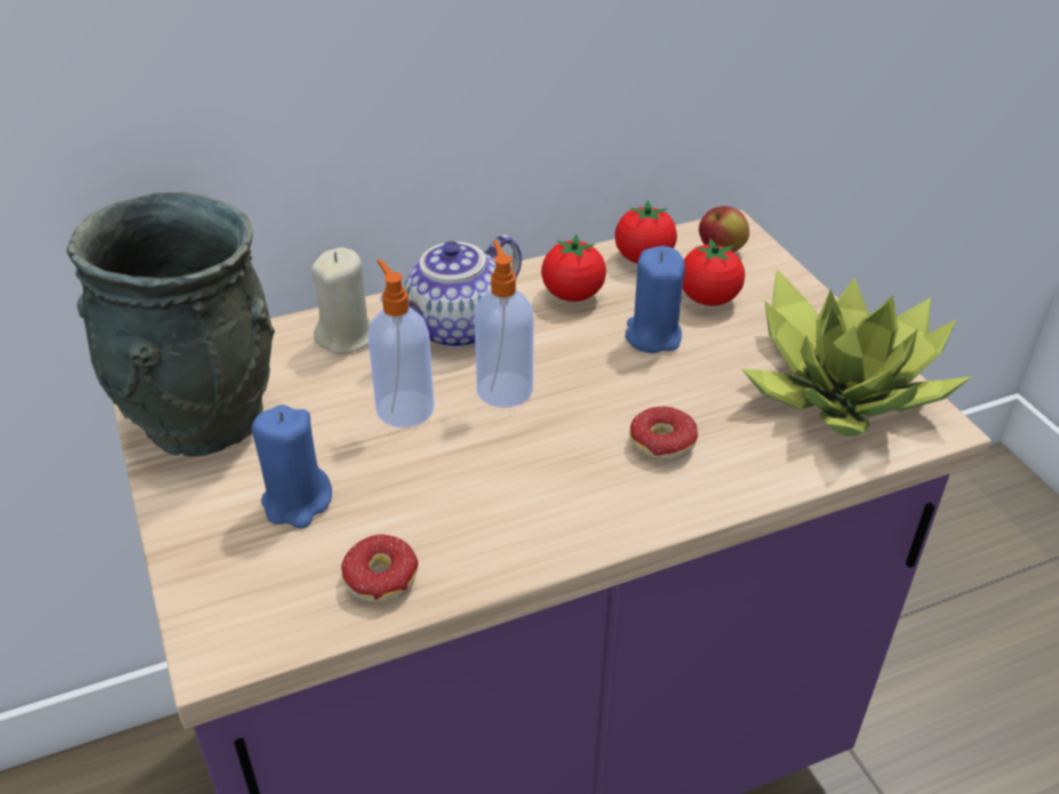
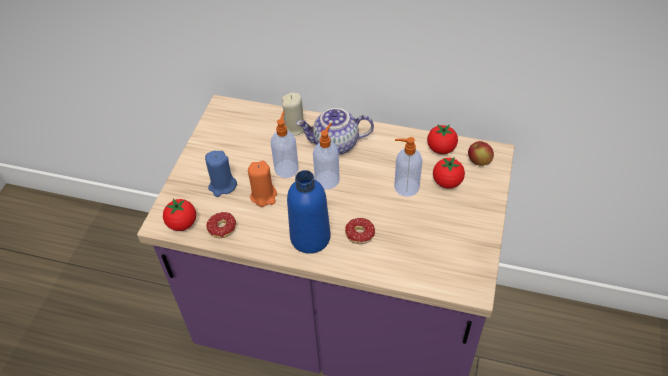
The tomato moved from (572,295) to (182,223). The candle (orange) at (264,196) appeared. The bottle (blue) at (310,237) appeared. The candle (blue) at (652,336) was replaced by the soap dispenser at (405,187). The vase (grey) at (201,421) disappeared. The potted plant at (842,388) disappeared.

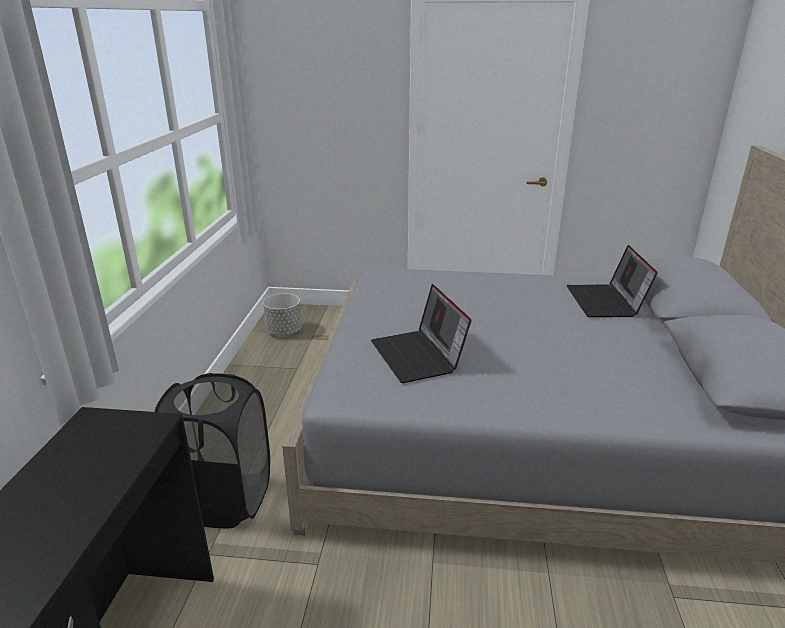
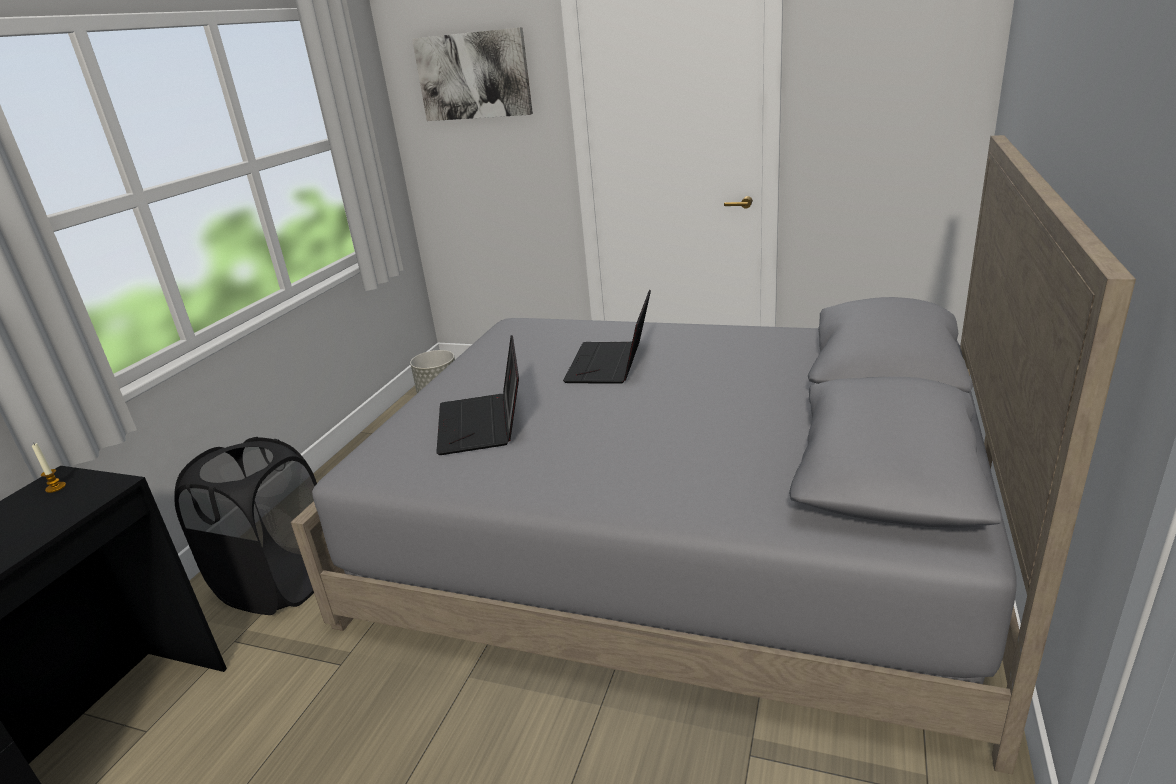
The candle at (56,487) appeared. The picture at (473,76) appeared. The laptop moved from (606,302) to (611,364).

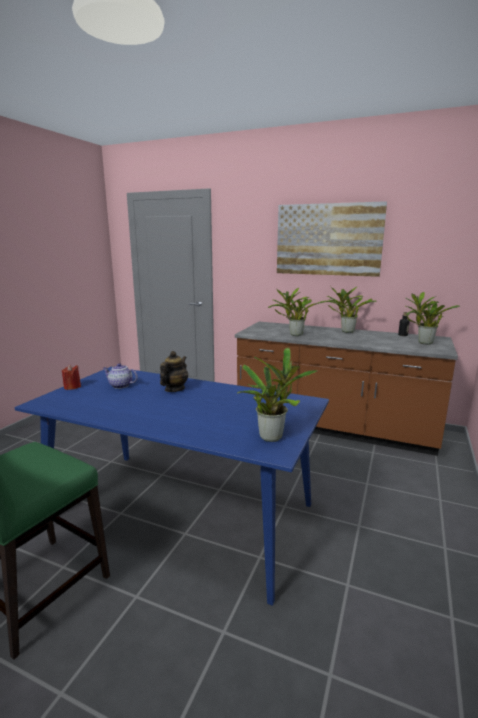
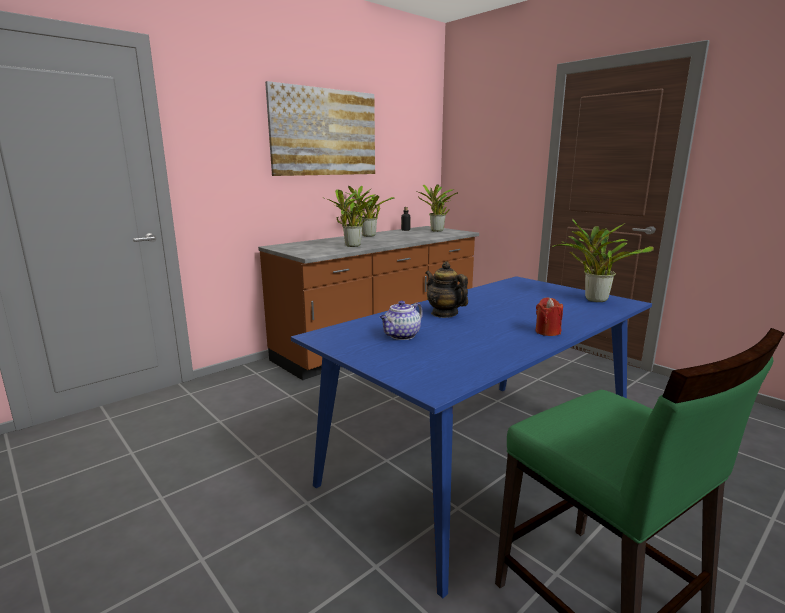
The candle (red) moved from (72,387) to (547,332).

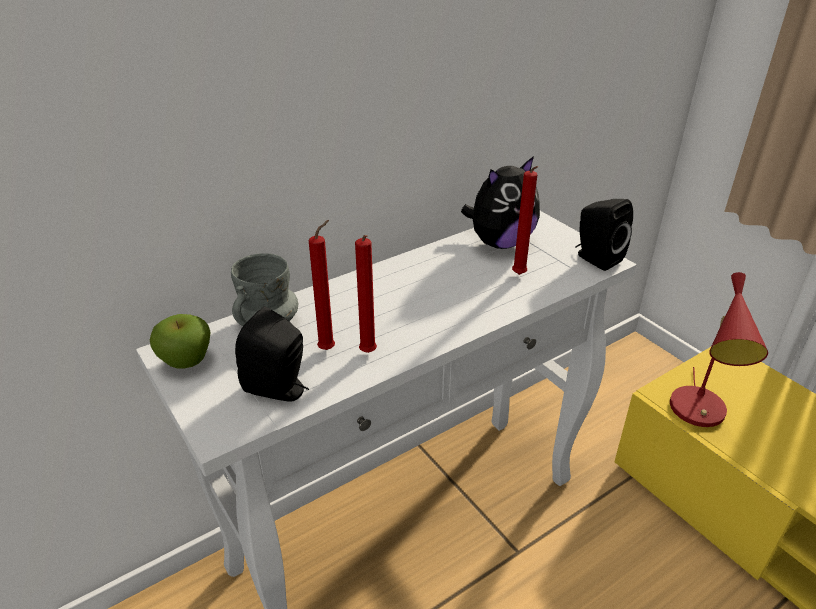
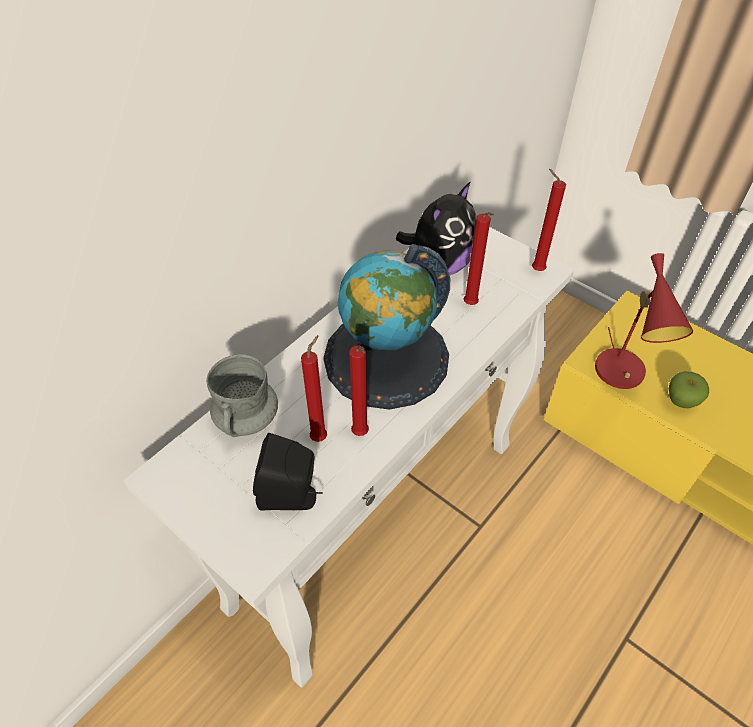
The globe at (386,358) appeared. The speaker (black) at (595,258) was replaced by the candle (red) at (535,269). The apple moved from (186,362) to (681,401).

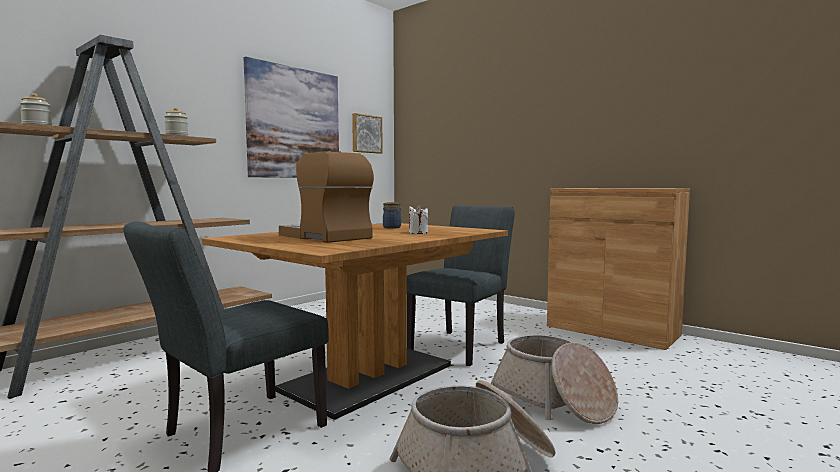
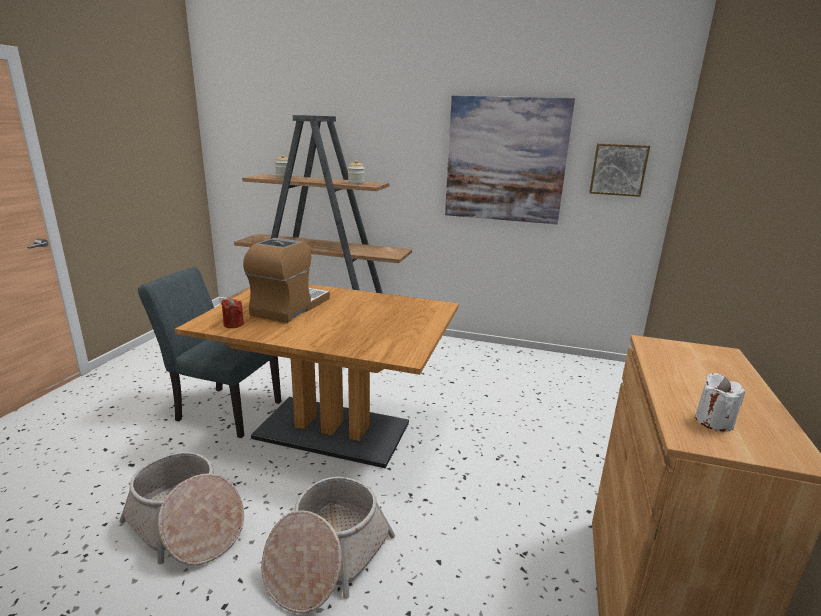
The candle (red) at (233,324) appeared. The candle (white) moved from (418,233) to (714,421). The jar at (392,227) disappeared. The chair (grey) at (462,345) disappeared.

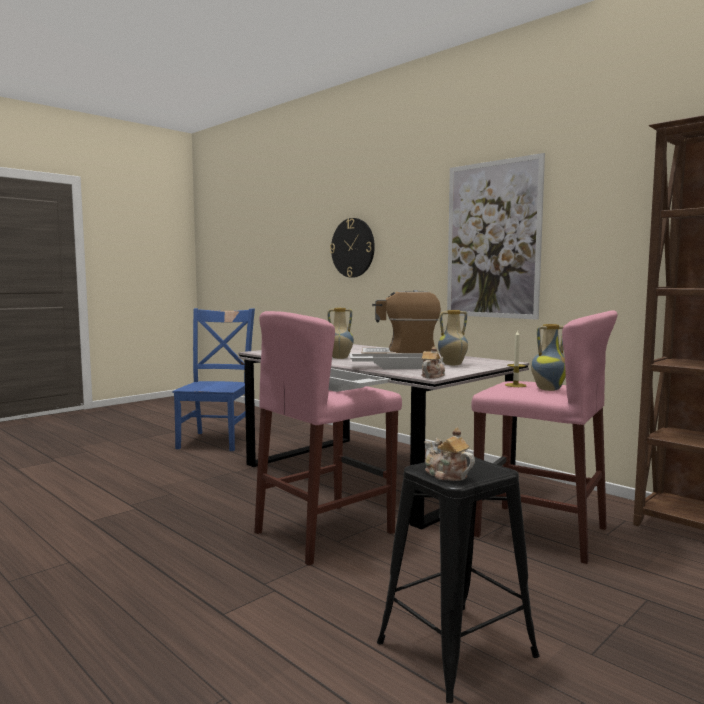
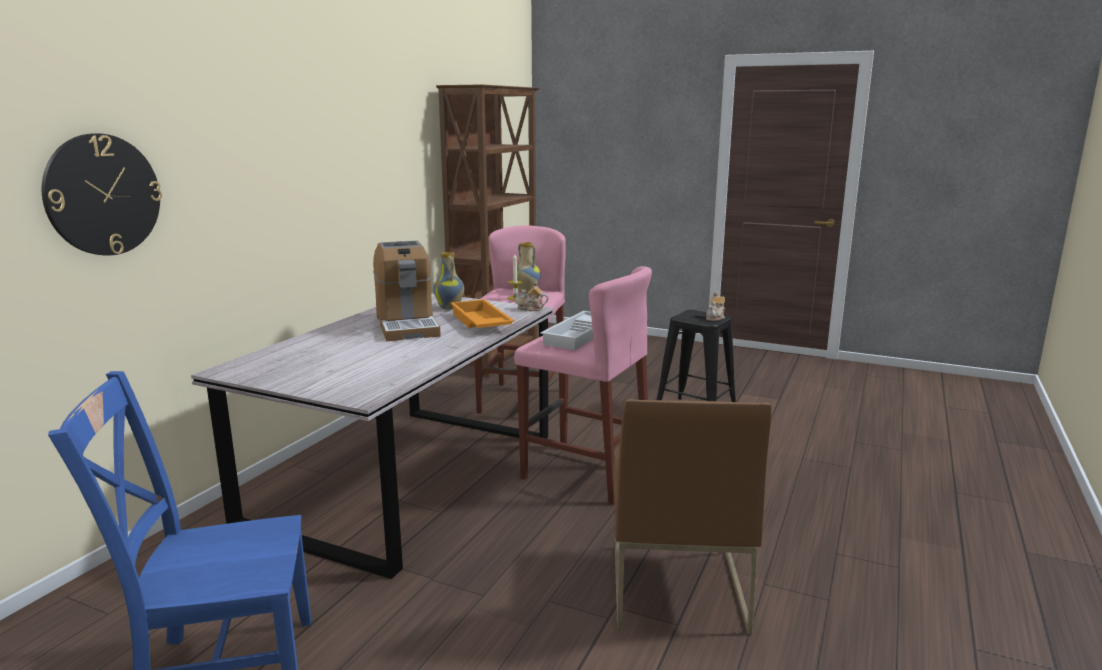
The tray (white) at (392,366) became the tray (orange) at (479,323). The chair (brown) at (675,586) appeared. The vase at (339,358) disappeared. The picture at (492,240) disappeared.

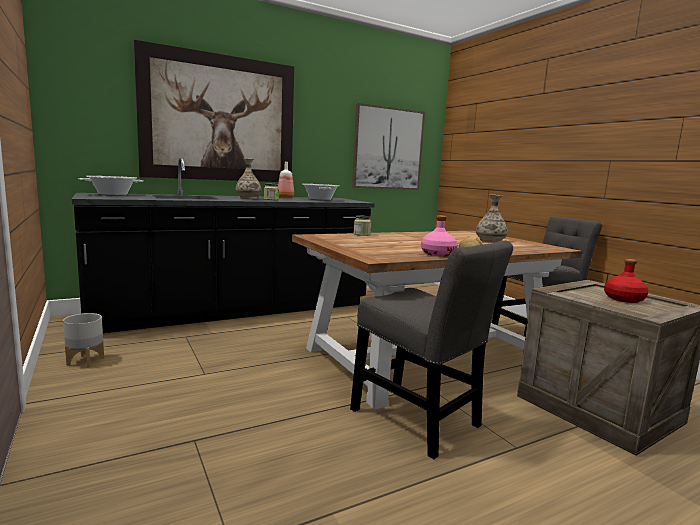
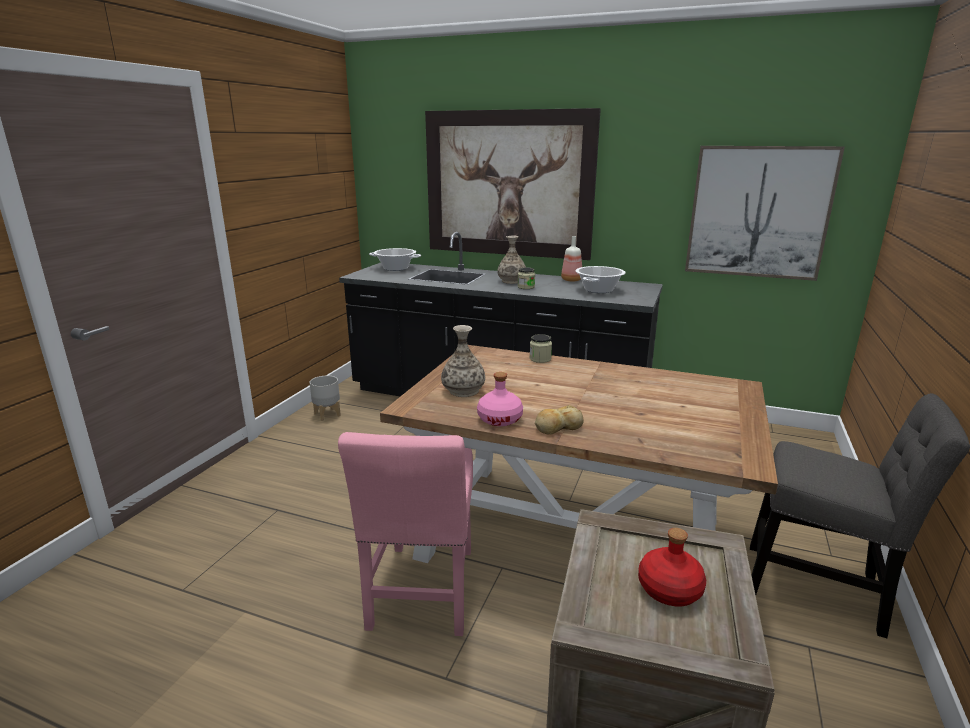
The chair (grey) at (419,421) became the chair (pink) at (422,593). The vase moved from (490,241) to (463,391).

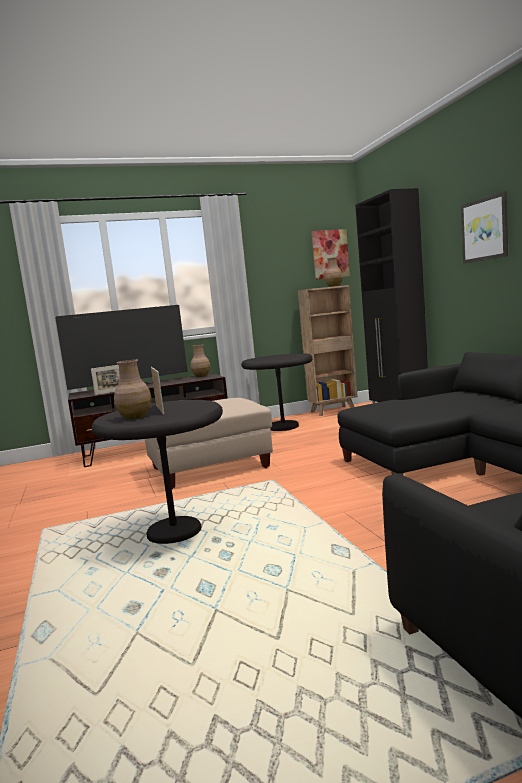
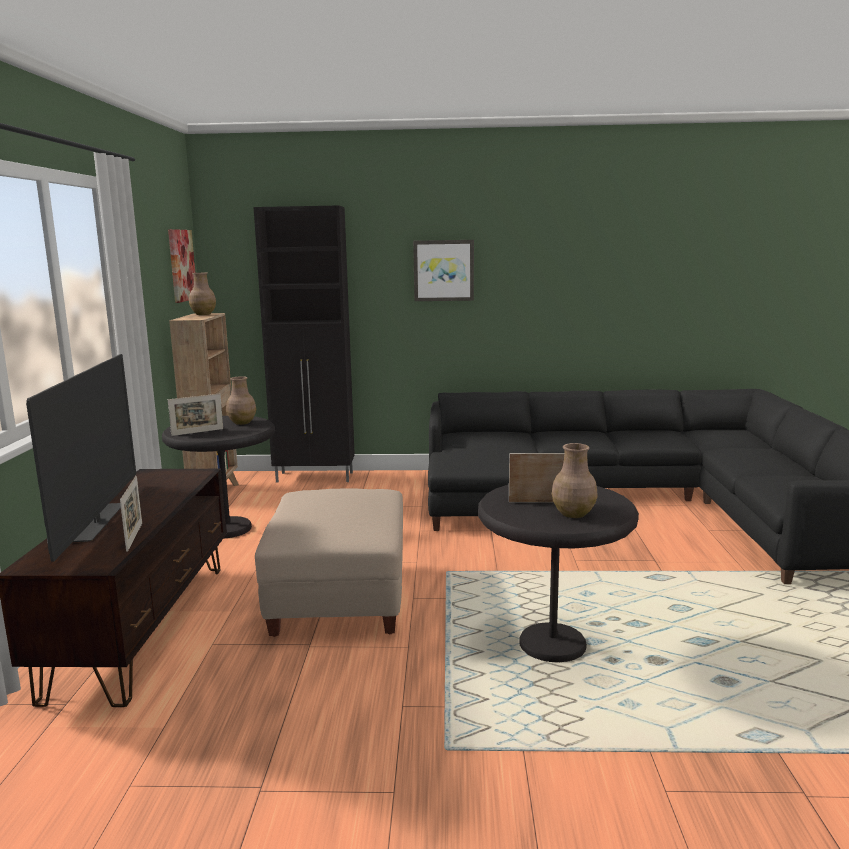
The picture frame at (197,432) appeared. The vase (brown) moved from (201,376) to (241,422).

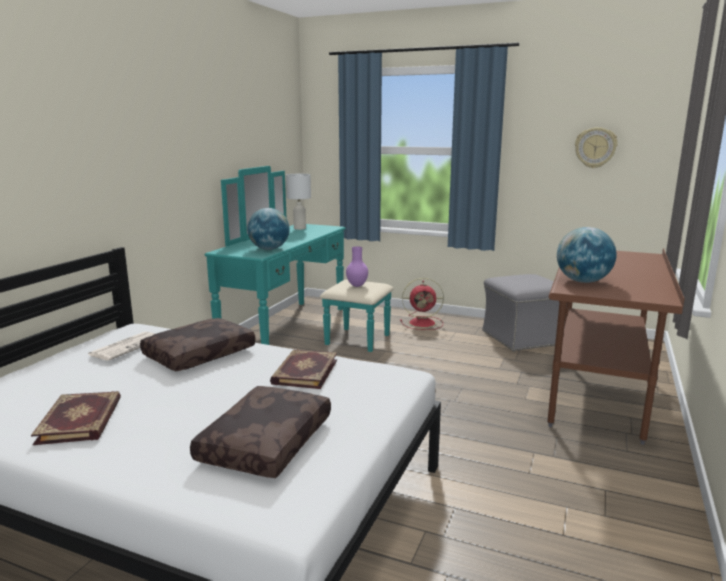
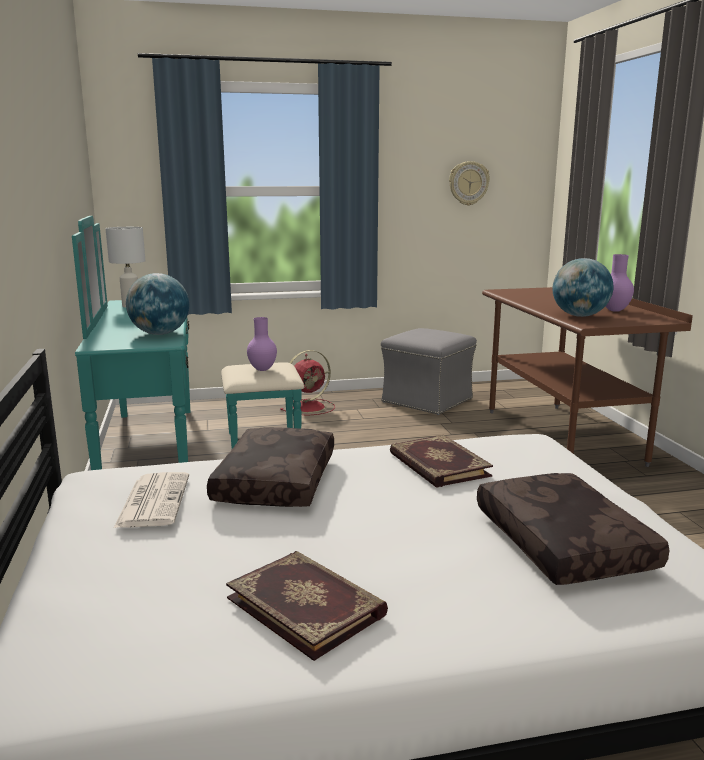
The vase (purple) at (614,310) appeared.

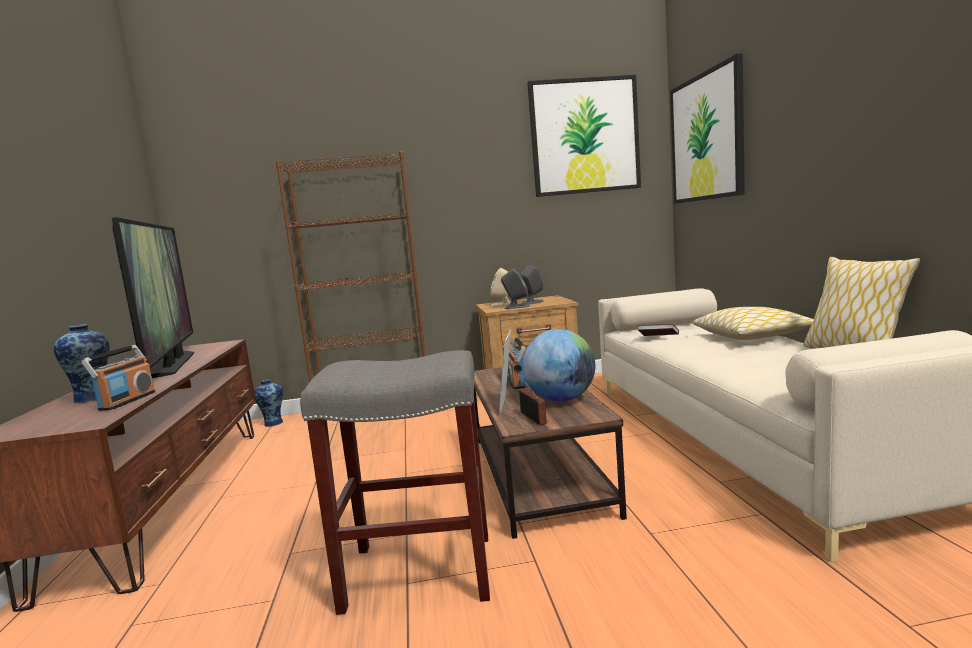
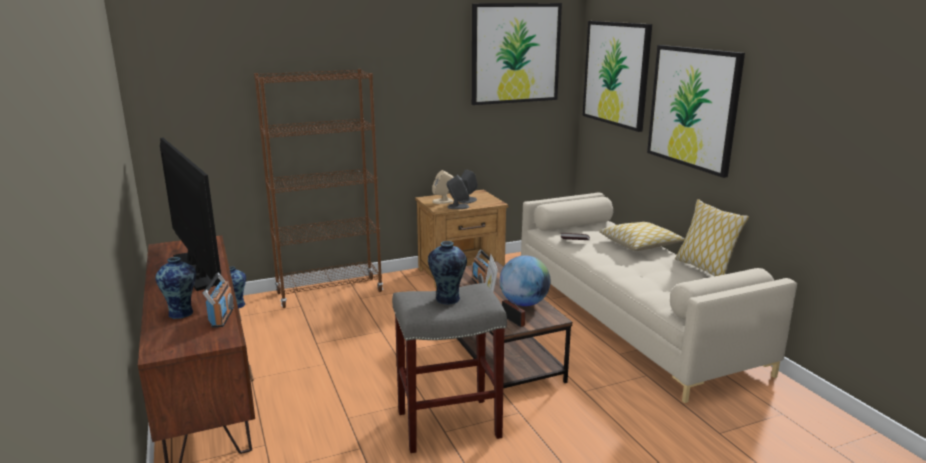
The vase at (447,299) appeared. The picture at (693,107) appeared.

